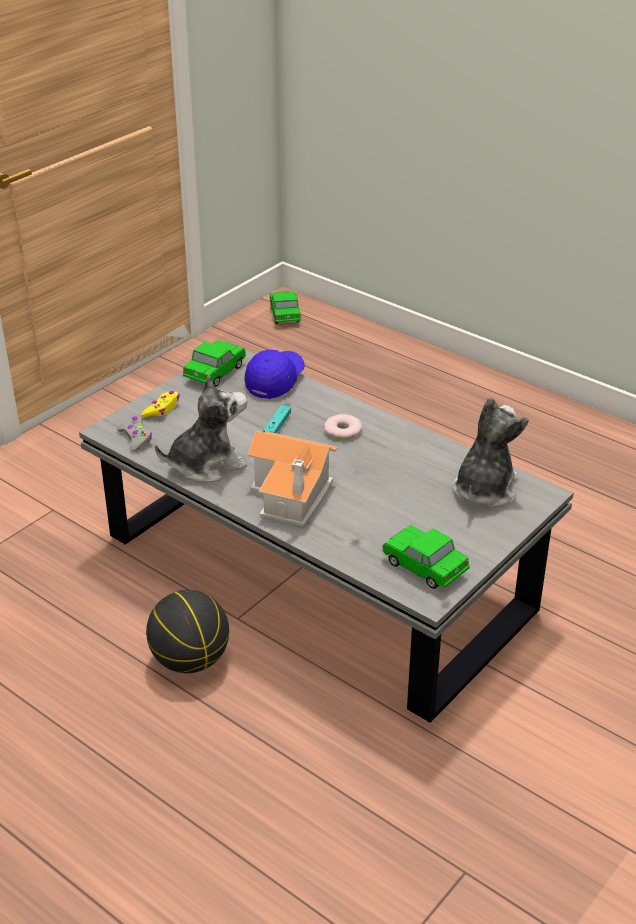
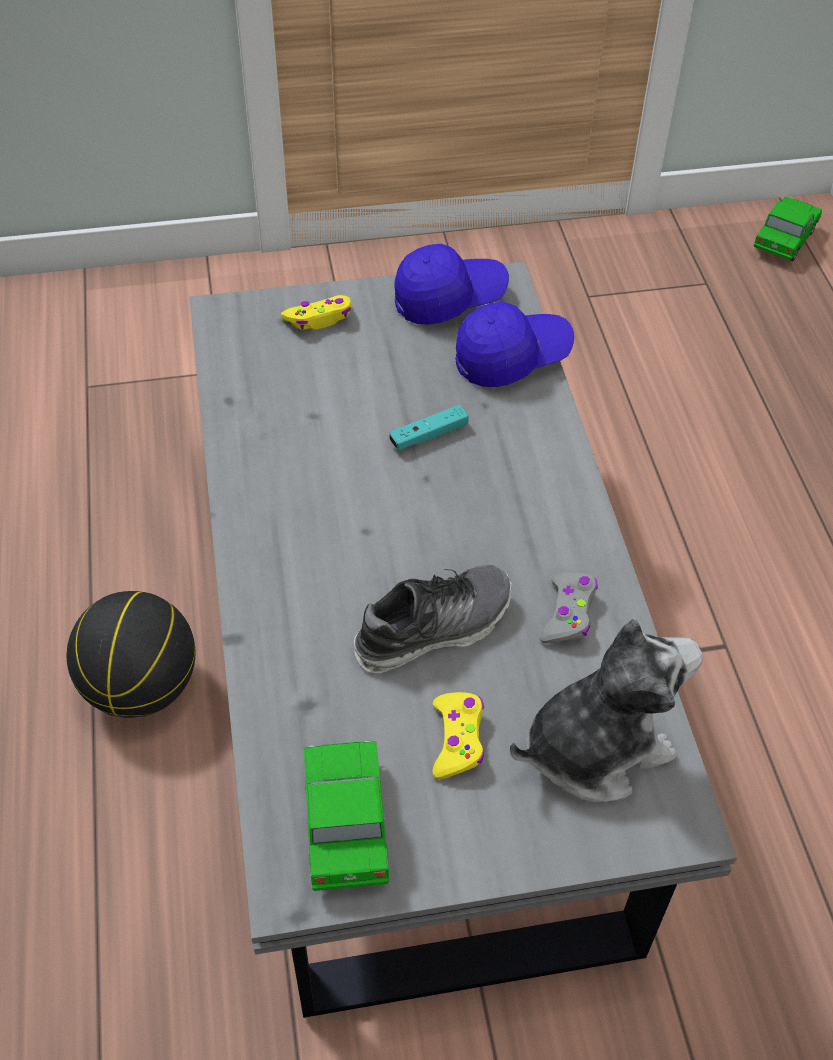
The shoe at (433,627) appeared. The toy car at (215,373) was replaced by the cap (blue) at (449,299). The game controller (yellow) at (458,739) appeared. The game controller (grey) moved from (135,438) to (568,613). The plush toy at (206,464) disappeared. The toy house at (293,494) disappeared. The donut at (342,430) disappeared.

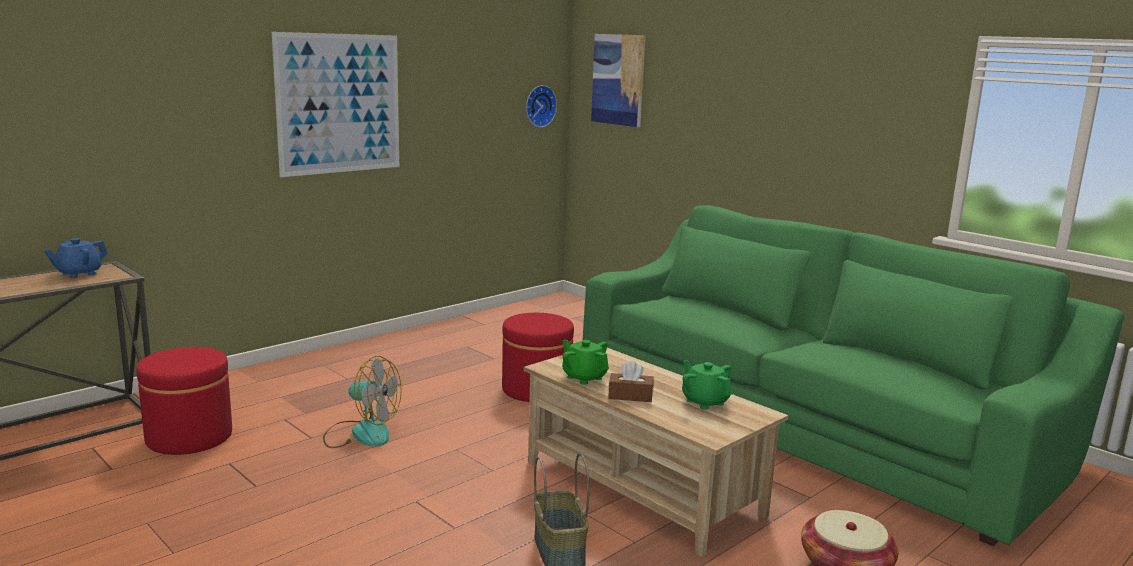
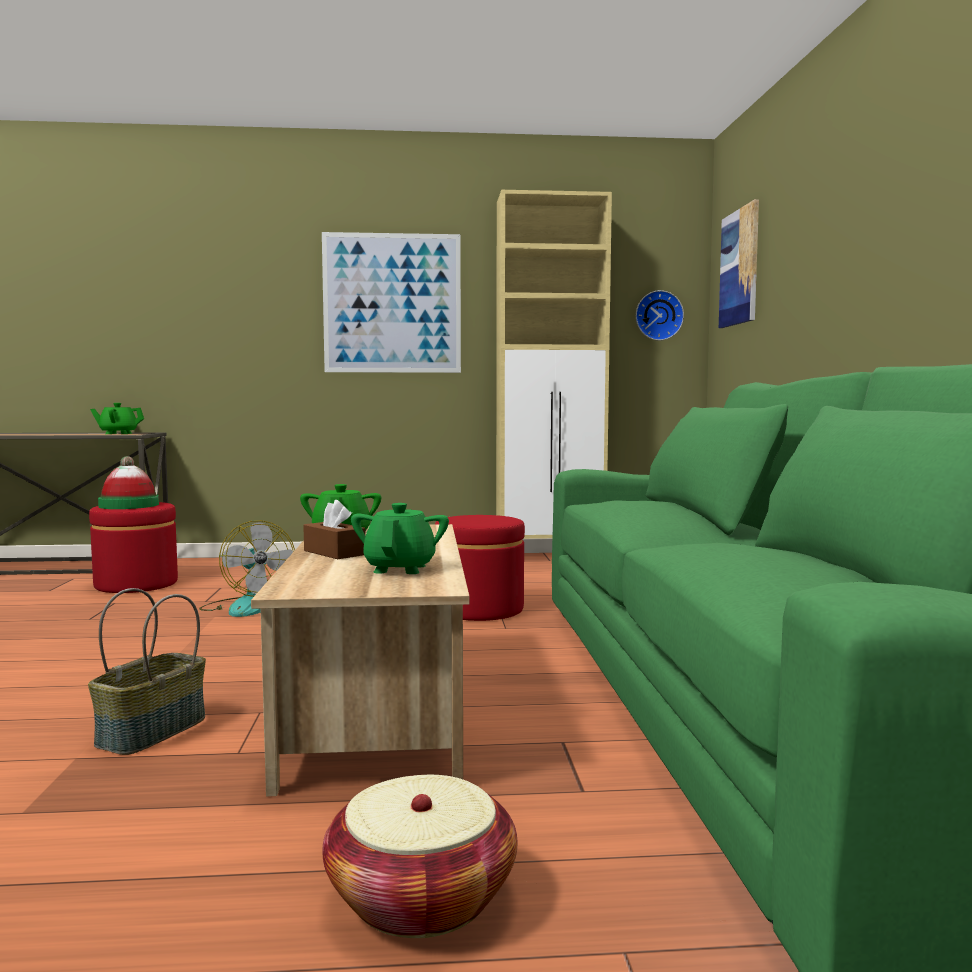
The teapot (blue) at (79,273) became the teapot (green) at (118,433). The hat at (129,505) appeared. The cabinet (beige) at (551,557) appeared.

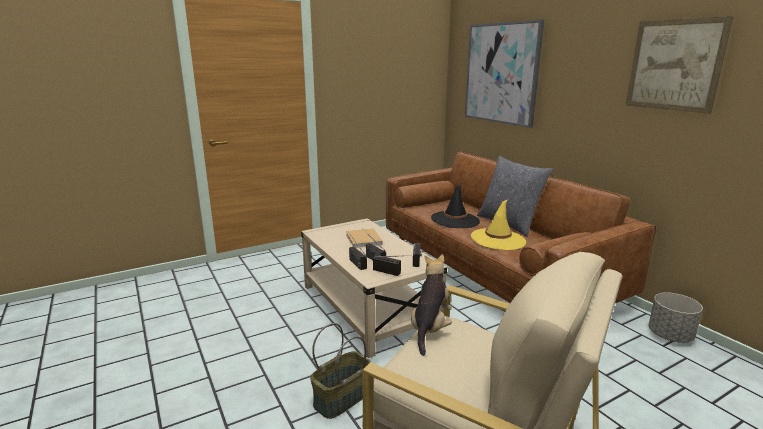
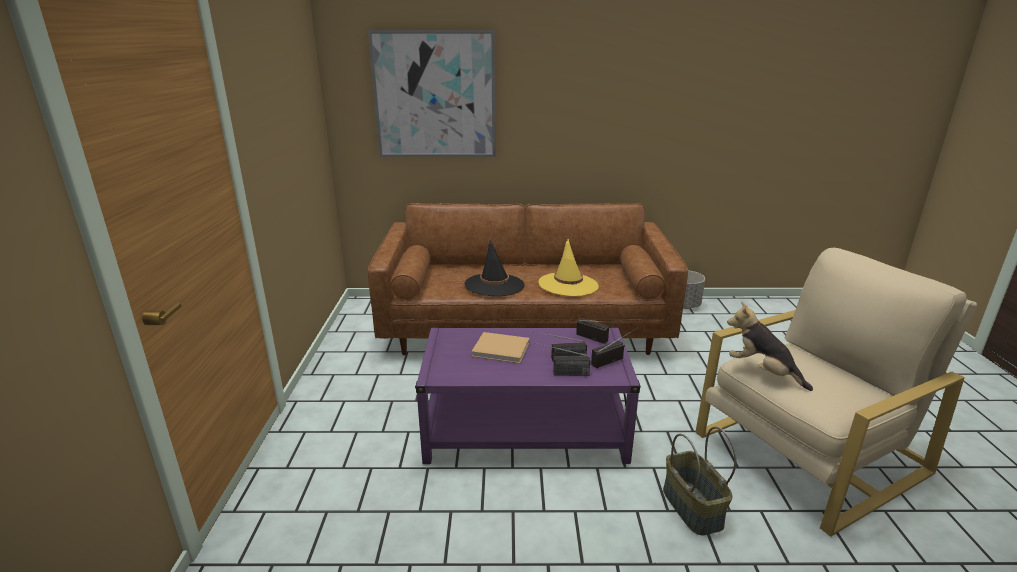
The coffee table (beige) at (368,308) became the coffee table (purple) at (525,429). The pillow (grey) at (509,224) disappeared. The picture at (674,65) disappeared.

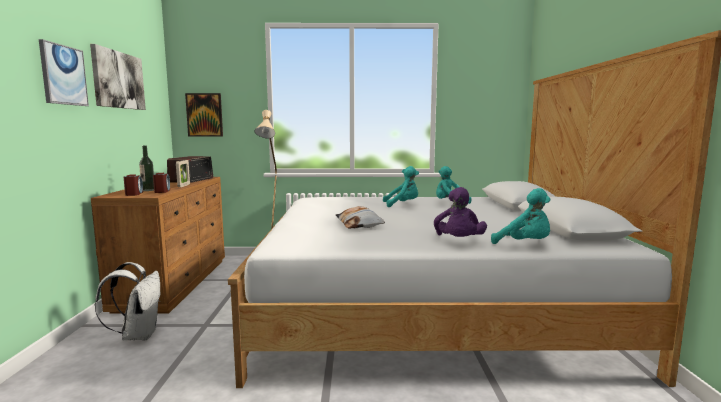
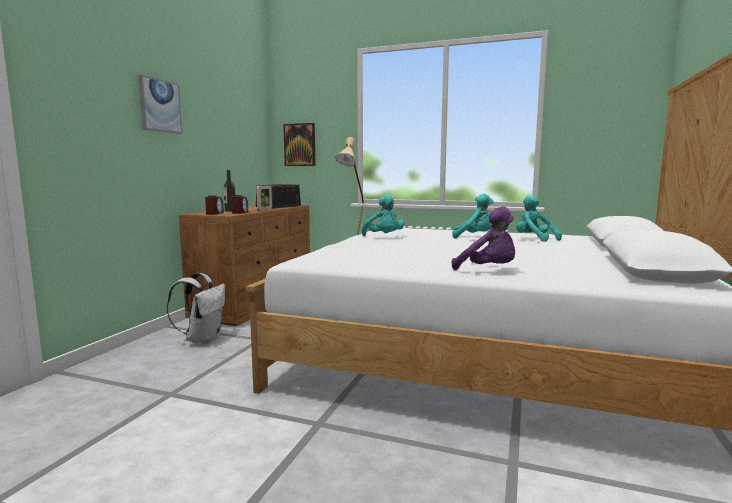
The plush toy (turquoise) moved from (525,244) to (384,237). The plush toy (purple) at (458,241) turned 75 degrees counterclockwise. The picture at (118,80) disappeared. The pillow at (359,224) disappeared.

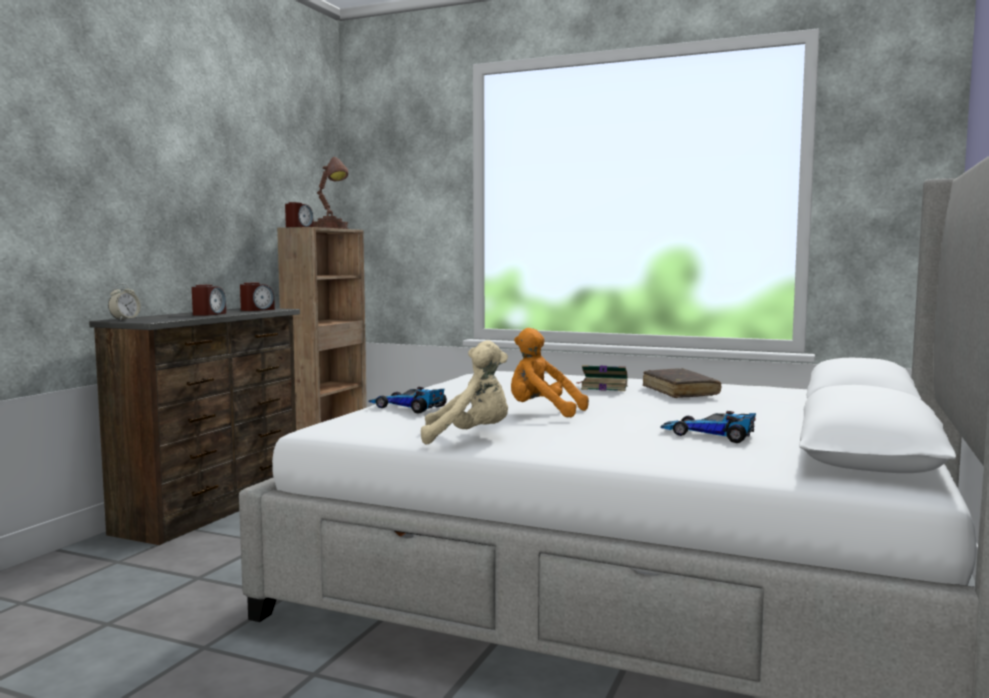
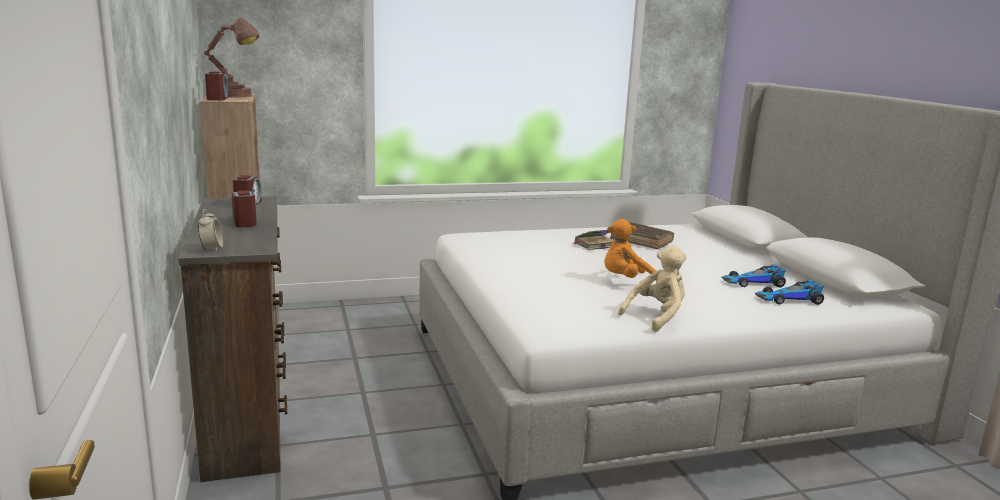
The toy car moved from (407,407) to (789,299).

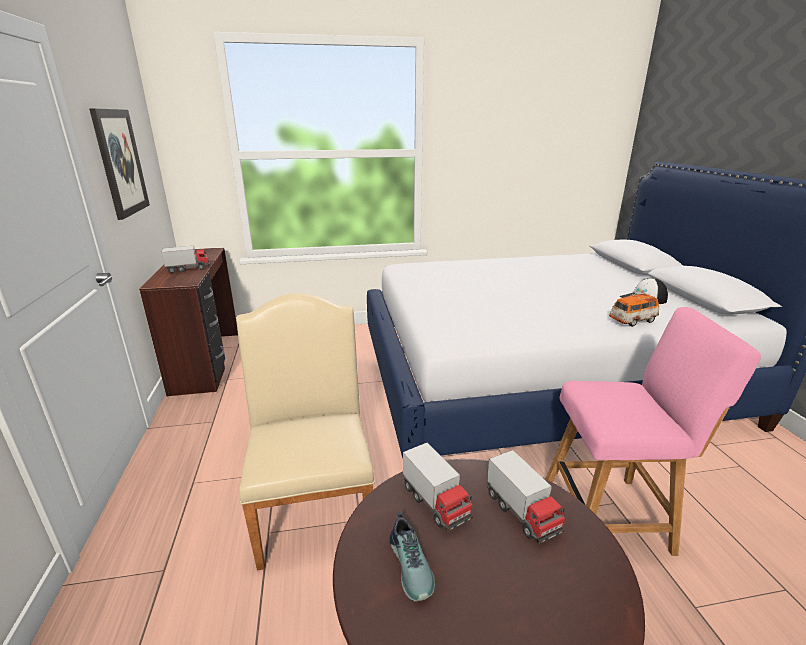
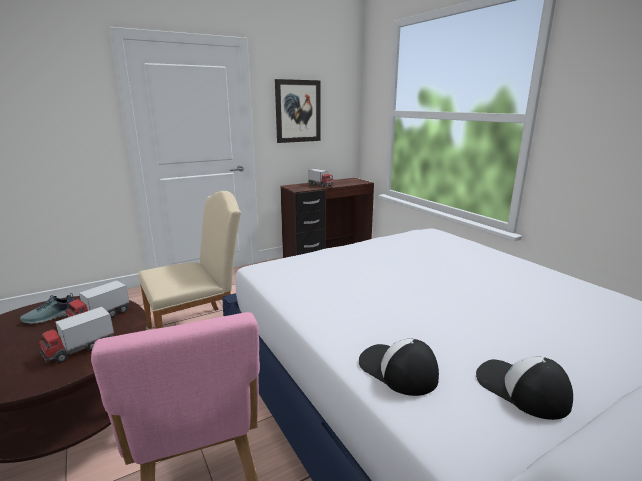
The toy car at (632,321) was replaced by the cap at (397,370).

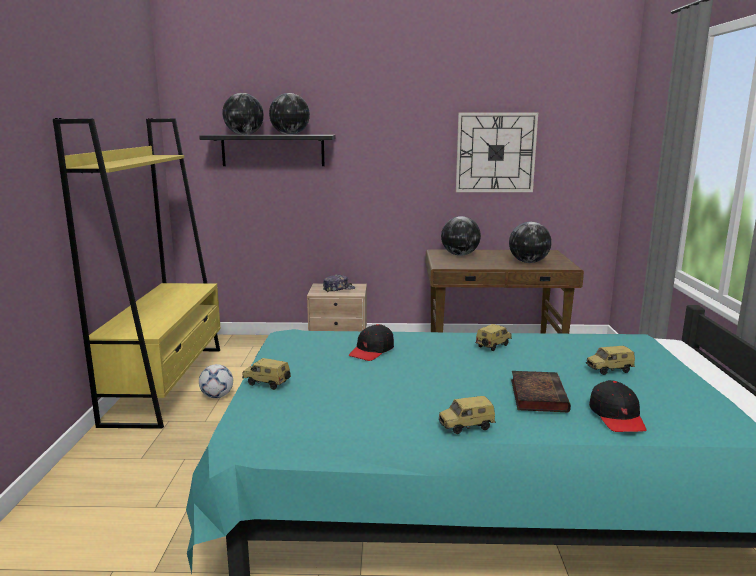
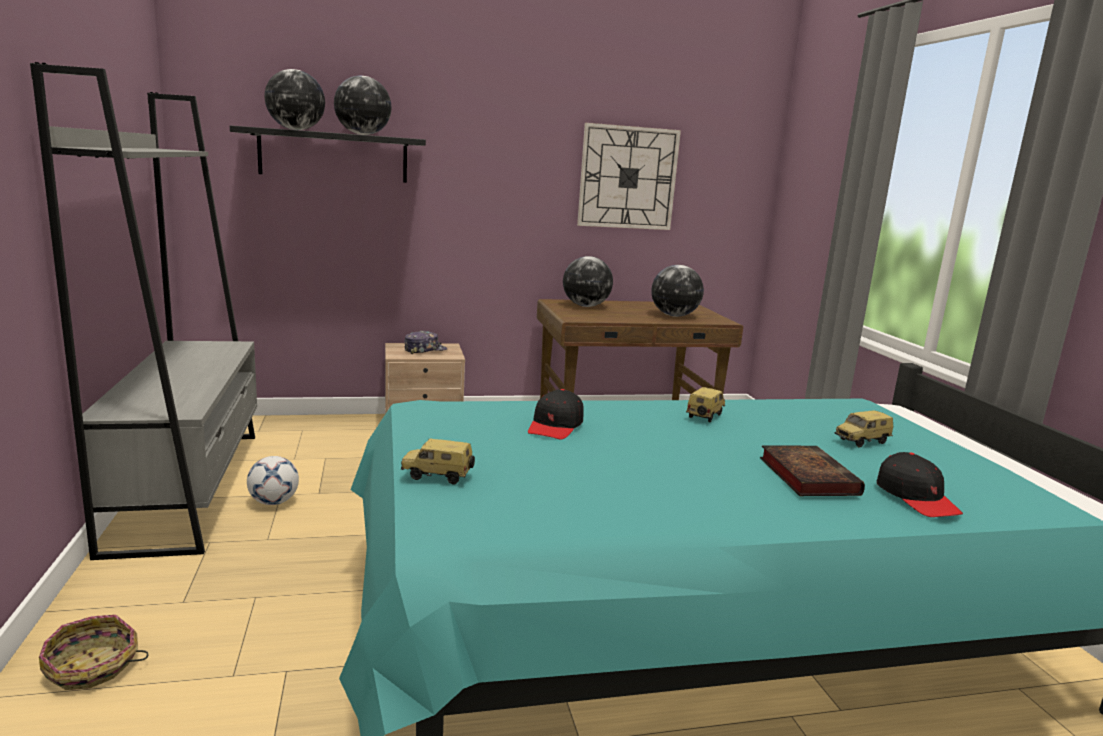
The bookcase (yellow) at (167,383) became the bookcase (grey) at (188,487). The basket at (93,667) appeared. The toy car at (466,427) disappeared.

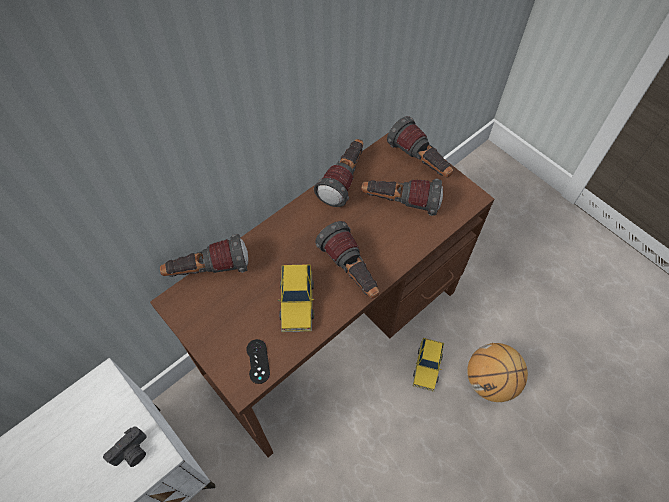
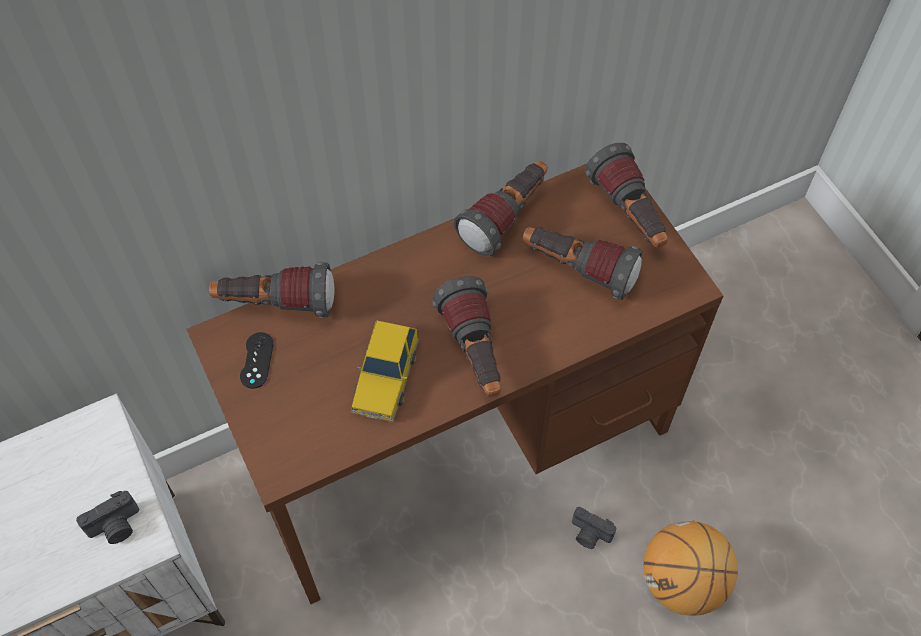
The game controller (black) moved from (258,361) to (257,360). The toy car at (427,366) was replaced by the photo camera at (589,535).

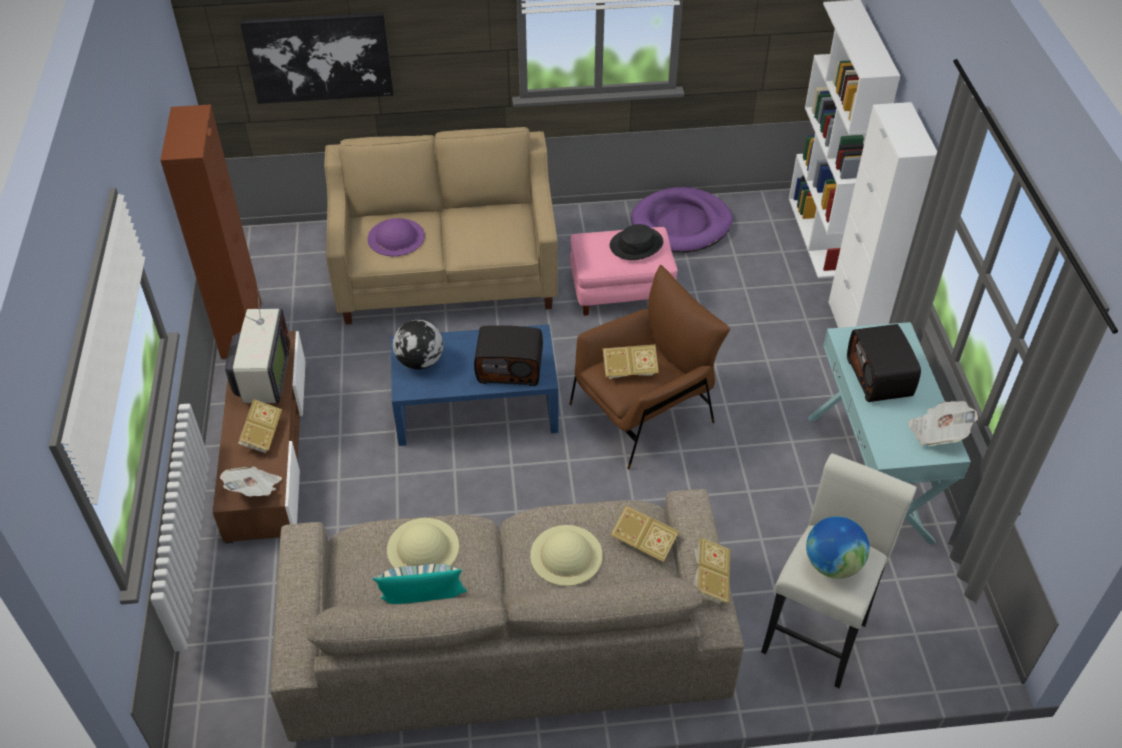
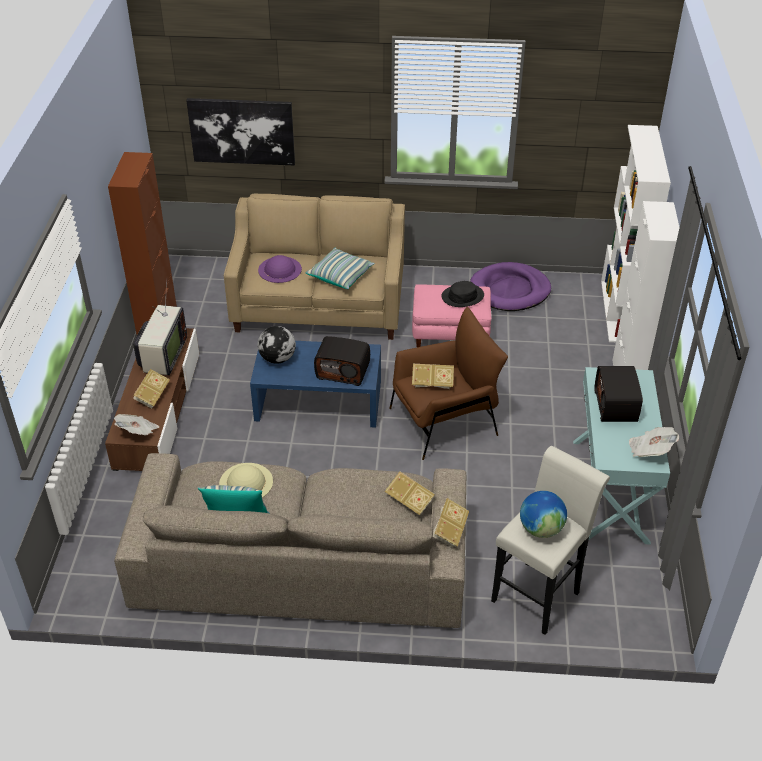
The pillow at (340,275) appeared. The hat (beige) at (566,555) disappeared.

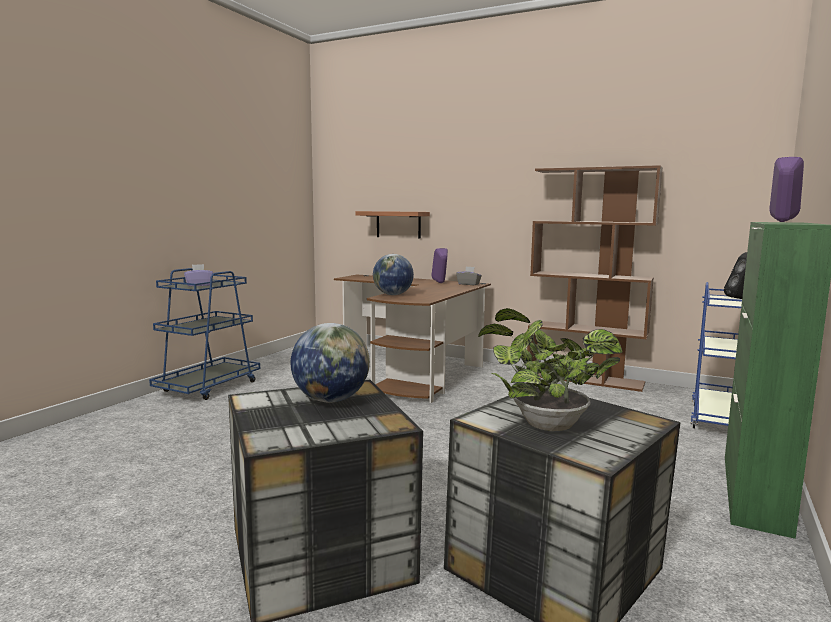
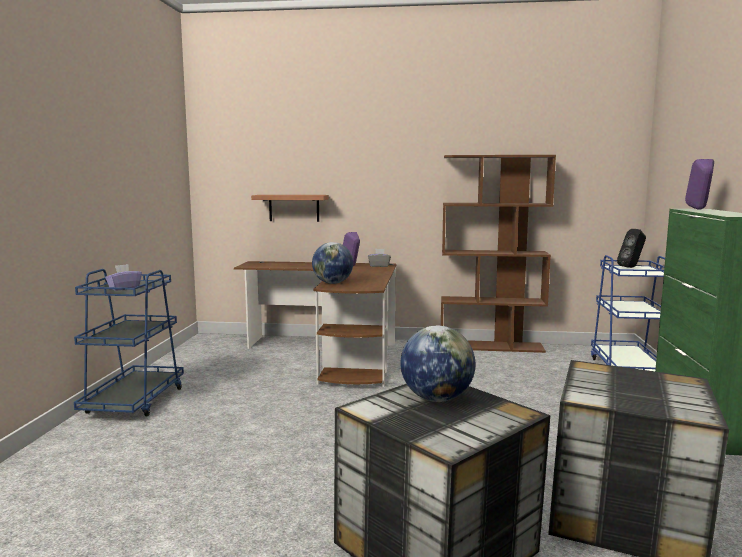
The potted plant at (543,424) disappeared.

